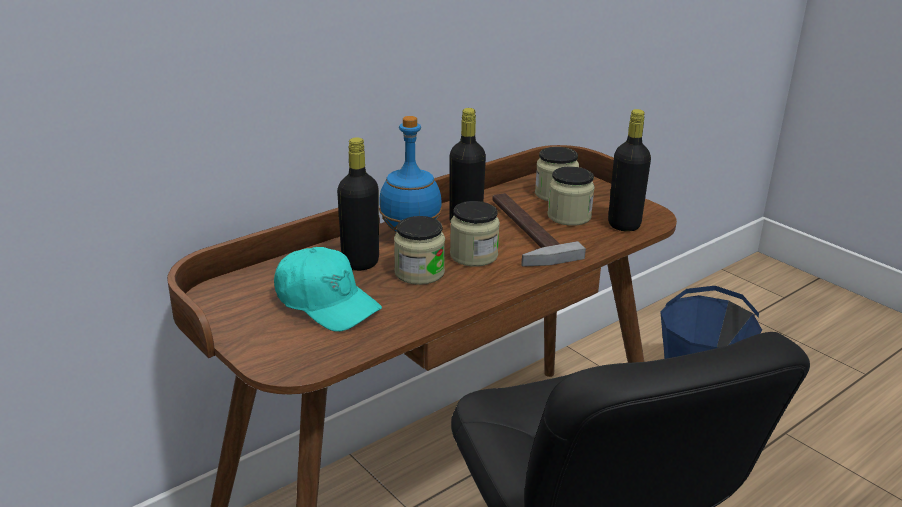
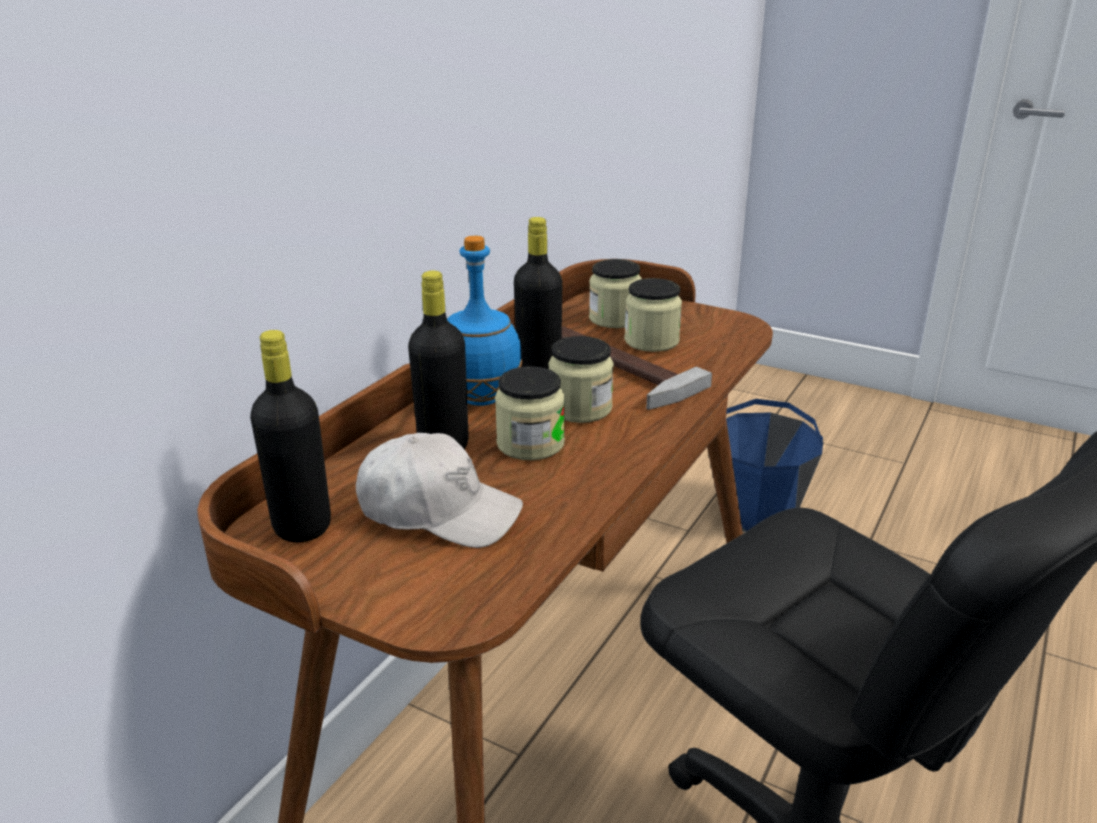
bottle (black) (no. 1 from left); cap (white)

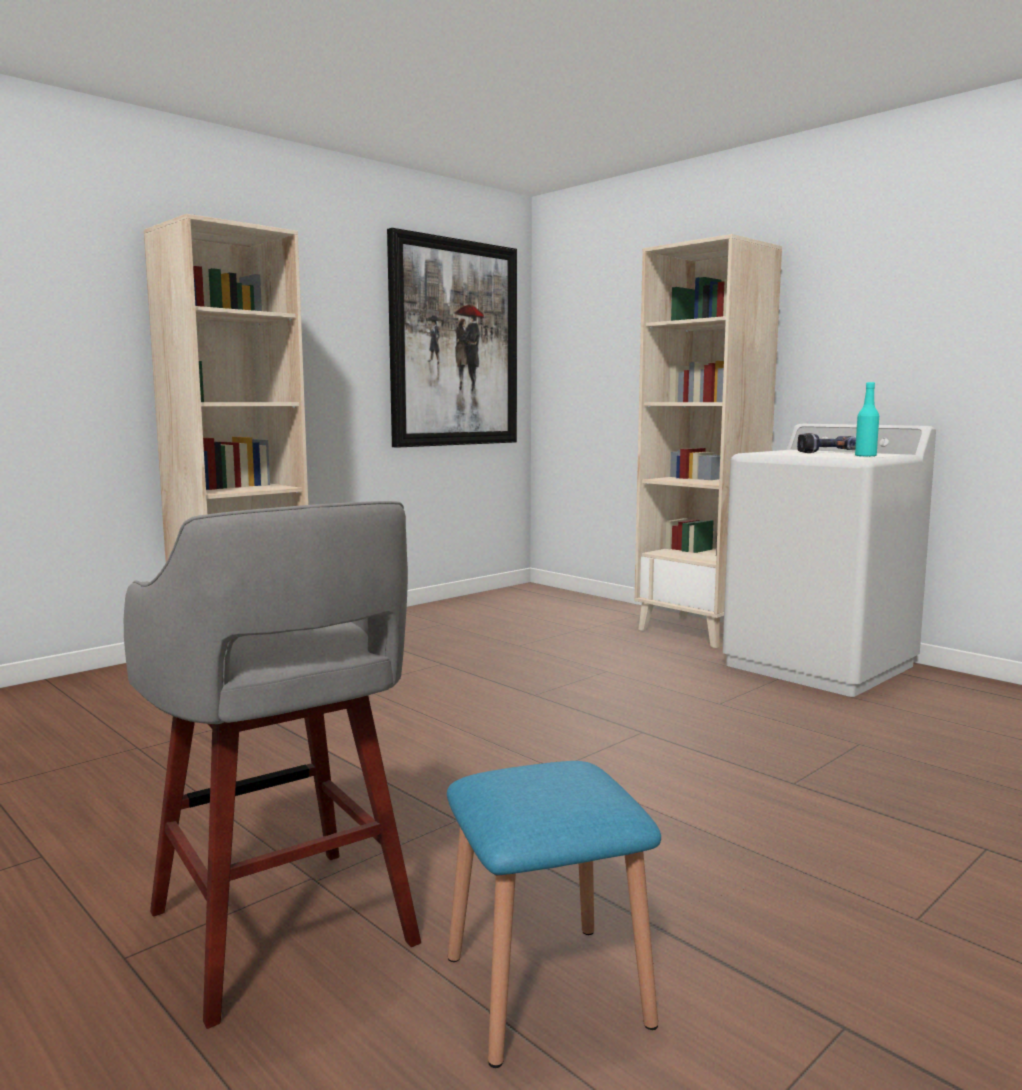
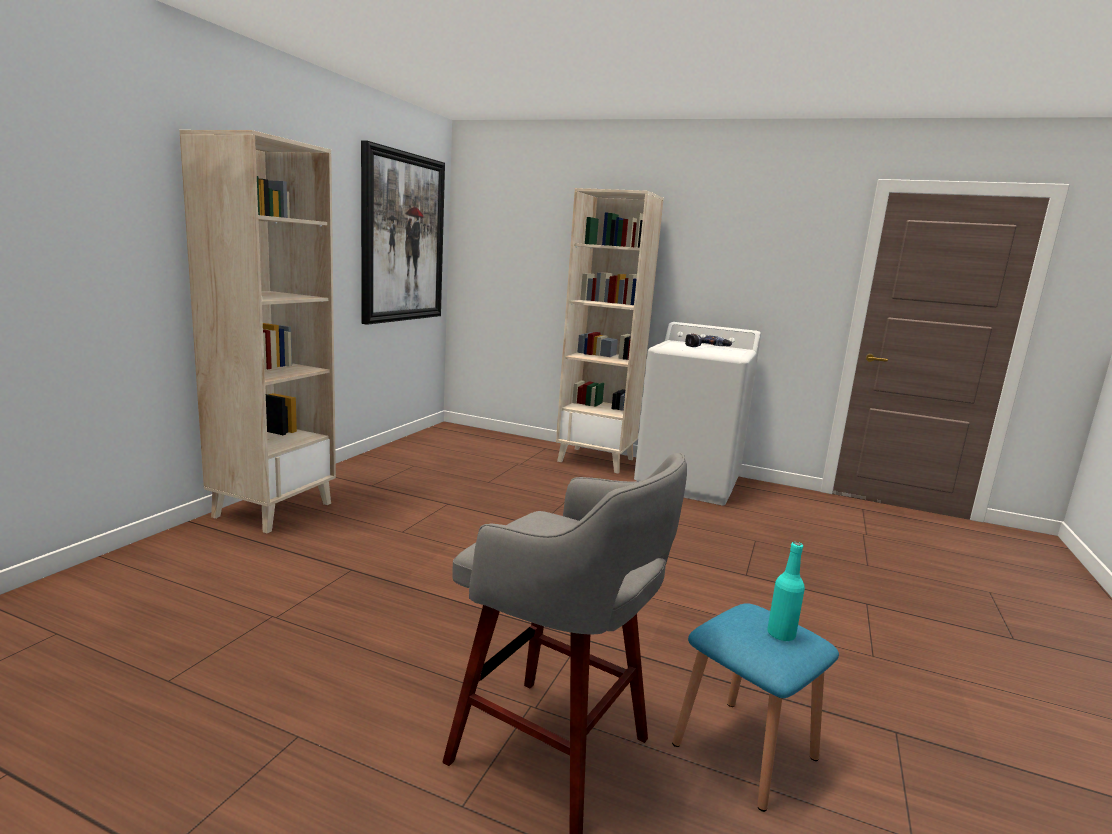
bottle (turquoise)

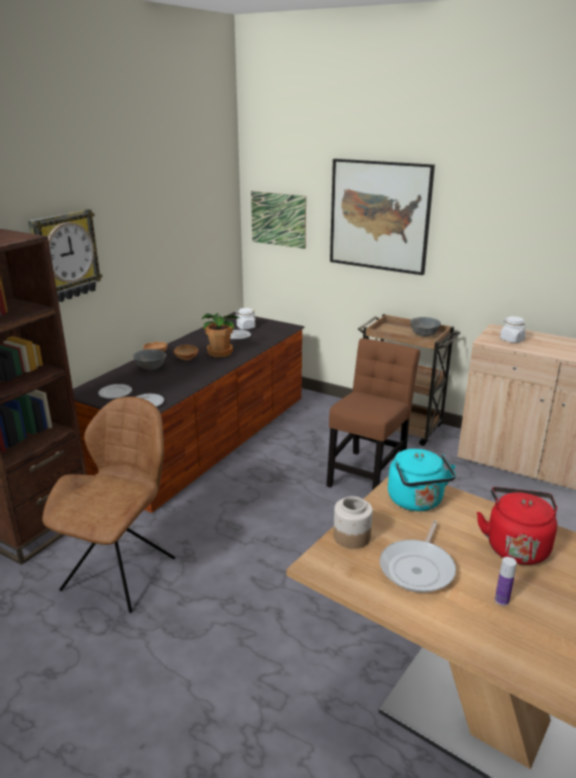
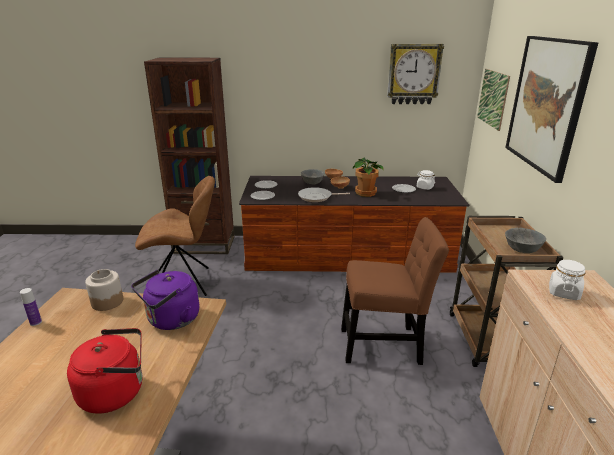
bottle; kettle (purple); frying pan; wall clock

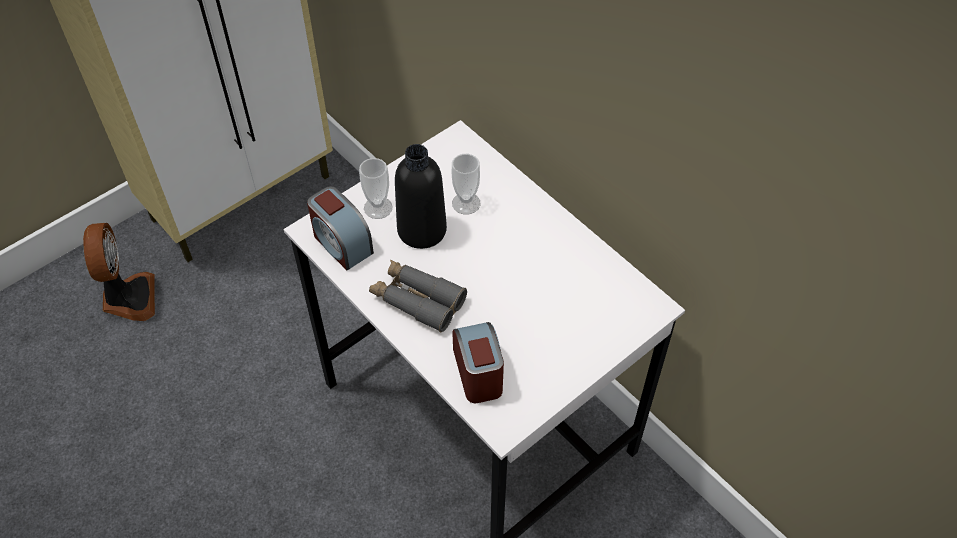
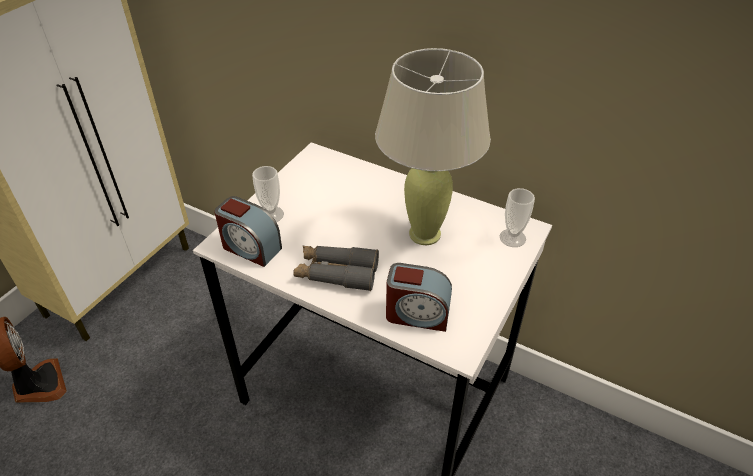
table lamp (beige); alarm clock (no. 2 from left); cup (no. 2 from left); bottle (black)

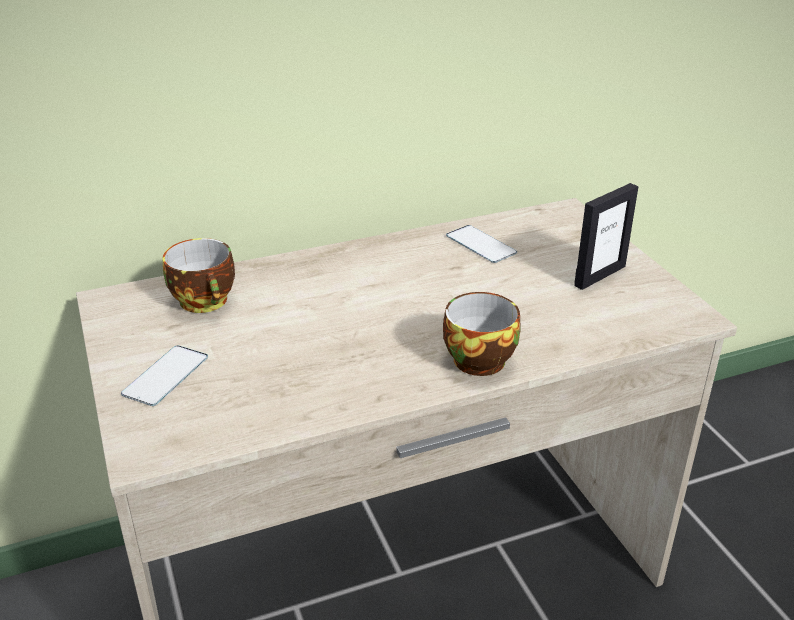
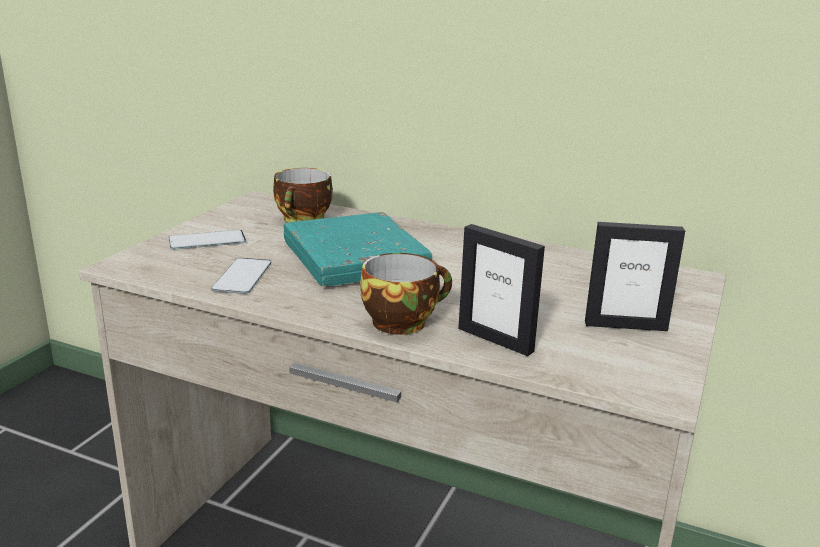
phone (no. 2 from left); book (turquoise); picture frame (no. 1 from left)

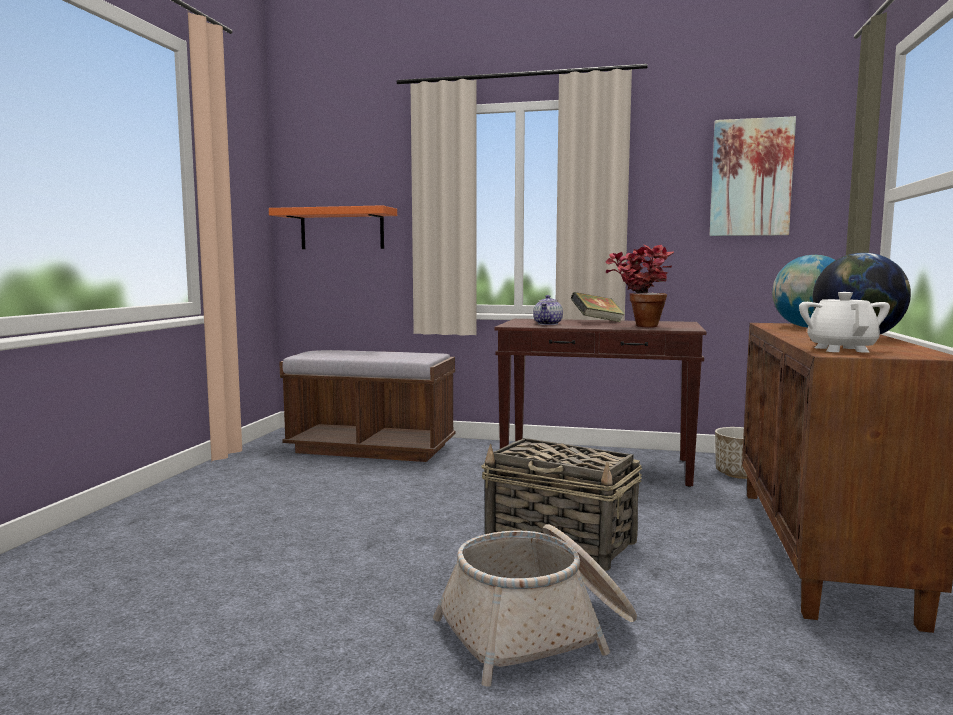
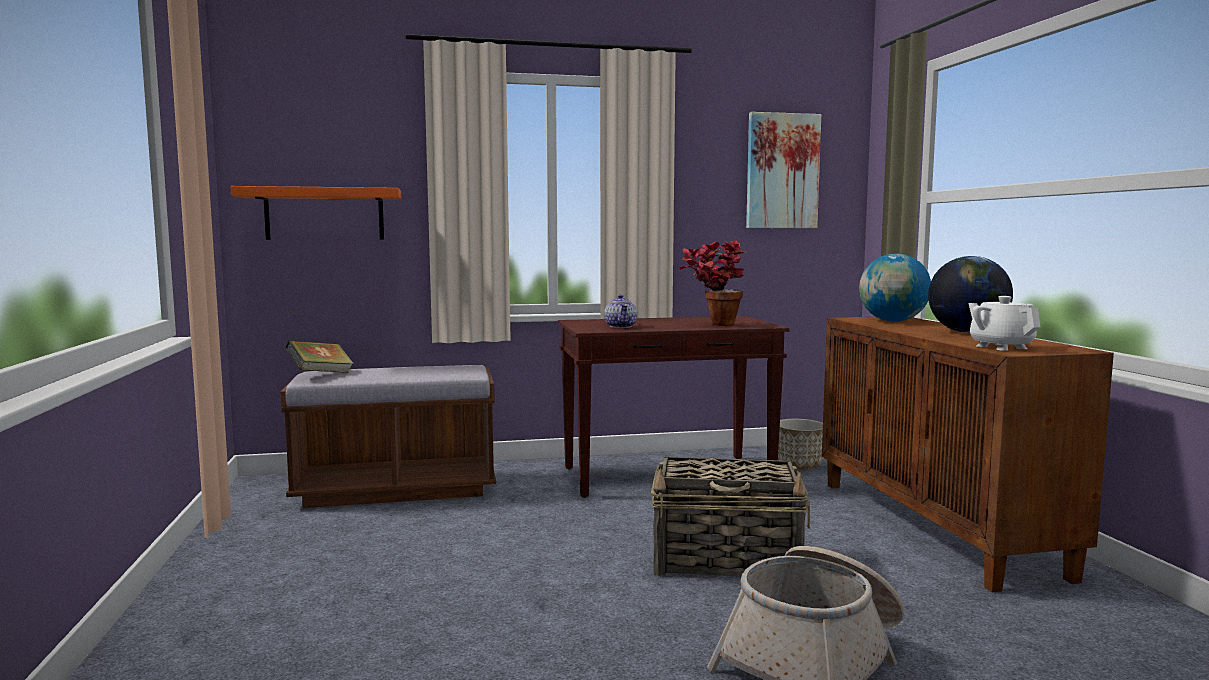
book

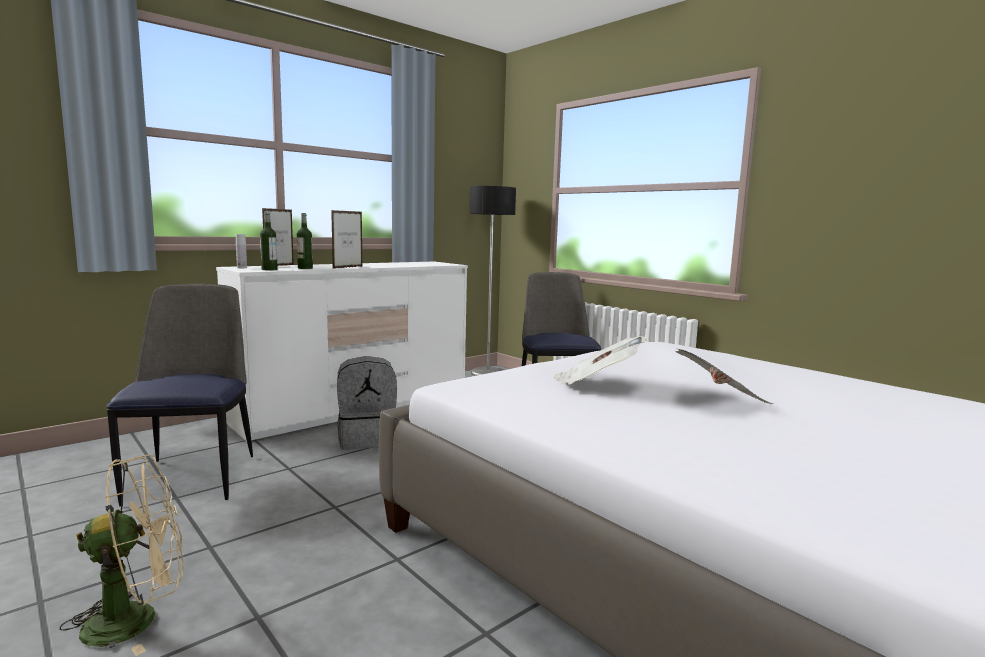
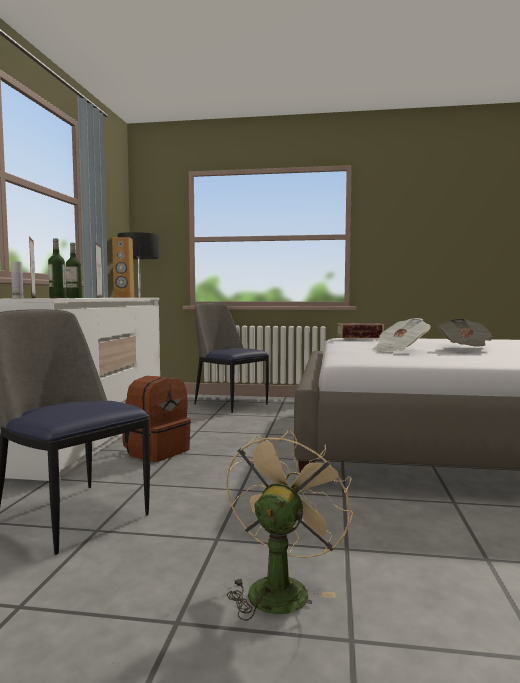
speaker (brown); backpack (brown); book

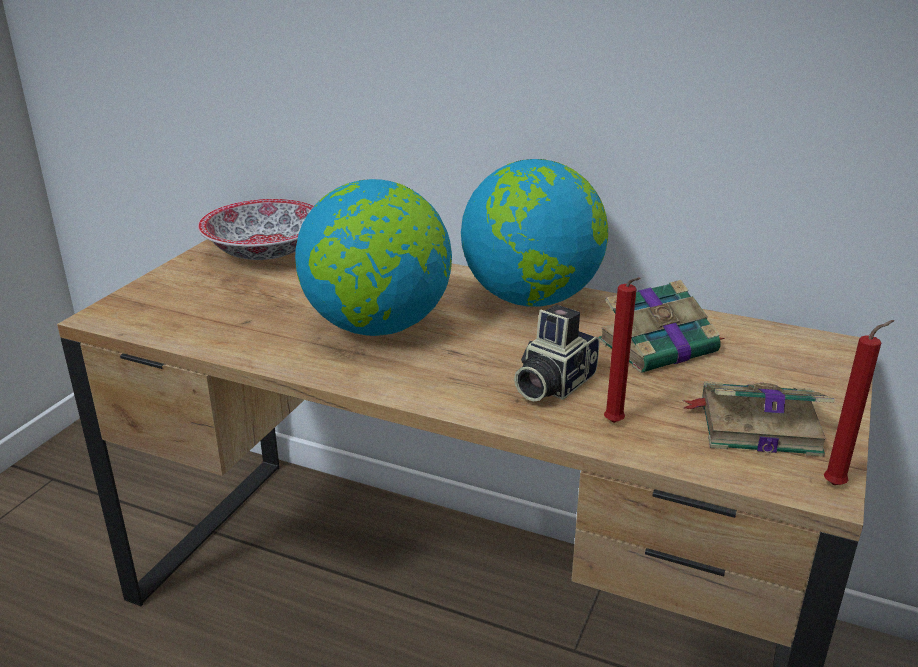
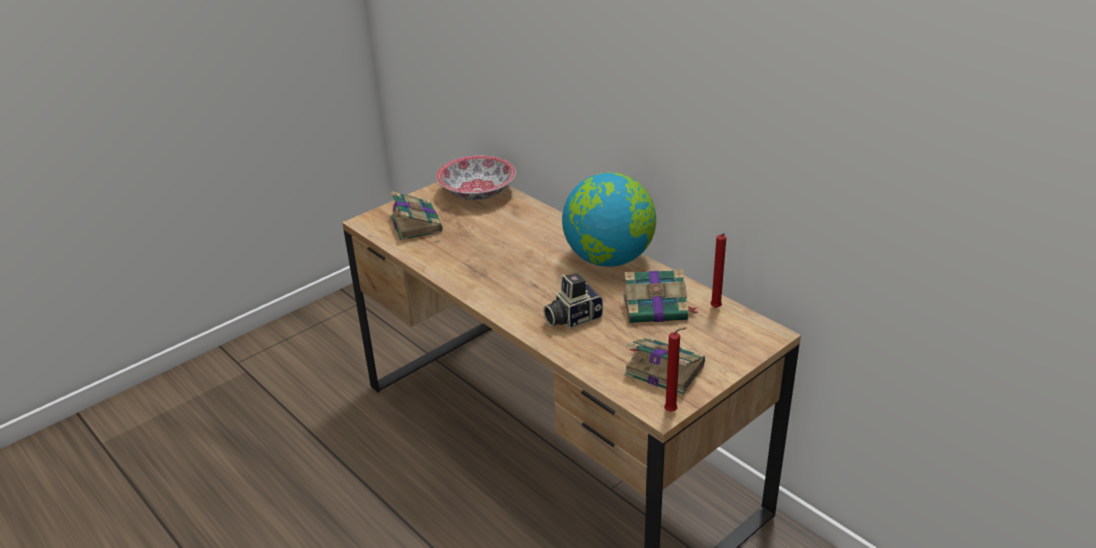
book (no. 1 from left); candle (red) (no. 2 from left); globe (no. 1 from left in the first image)

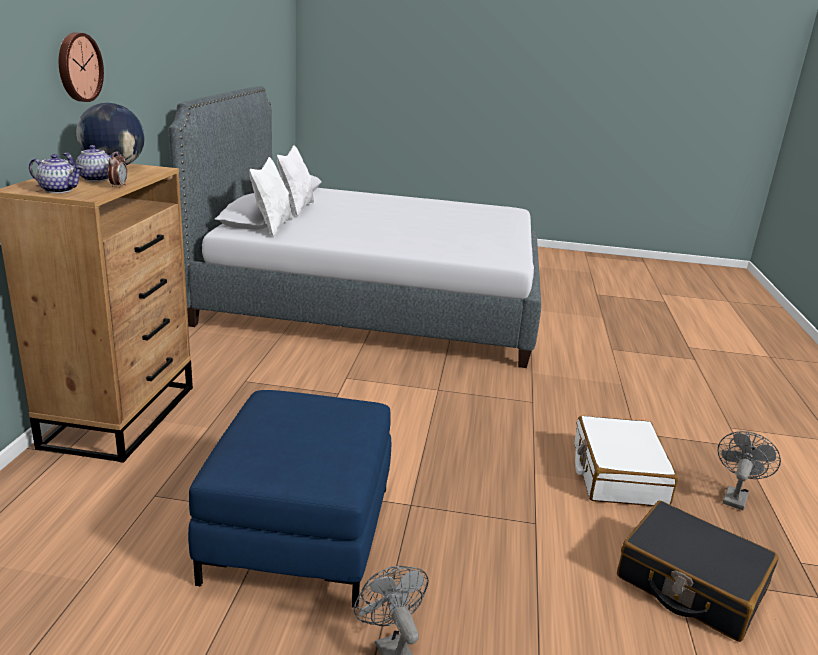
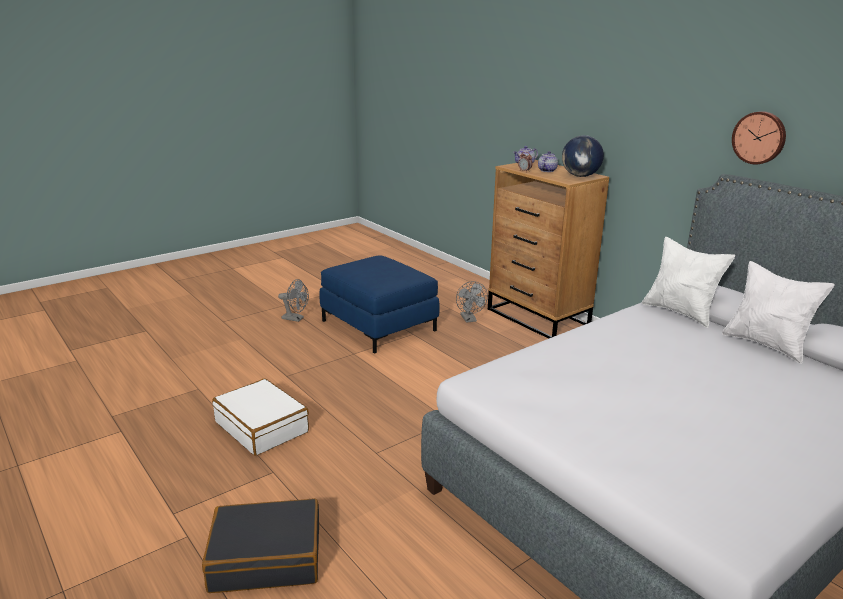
suitcase (black); fan (grey) (no. 2 from left); wall clock

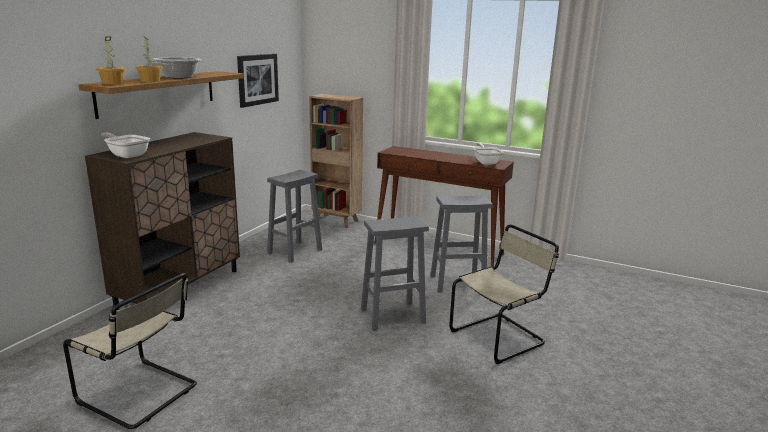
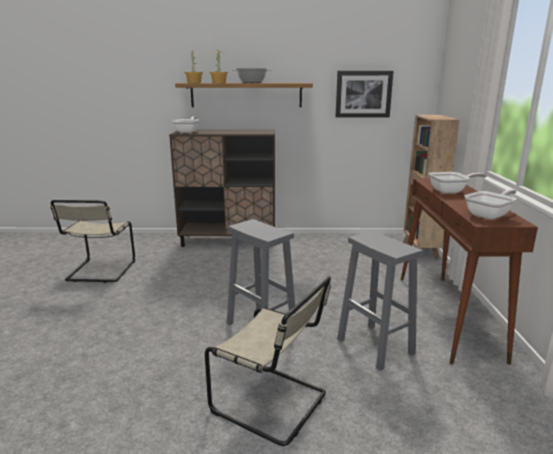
frying pan (no. 2 from left); stool (grey) (no. 1 from left in the first image)

